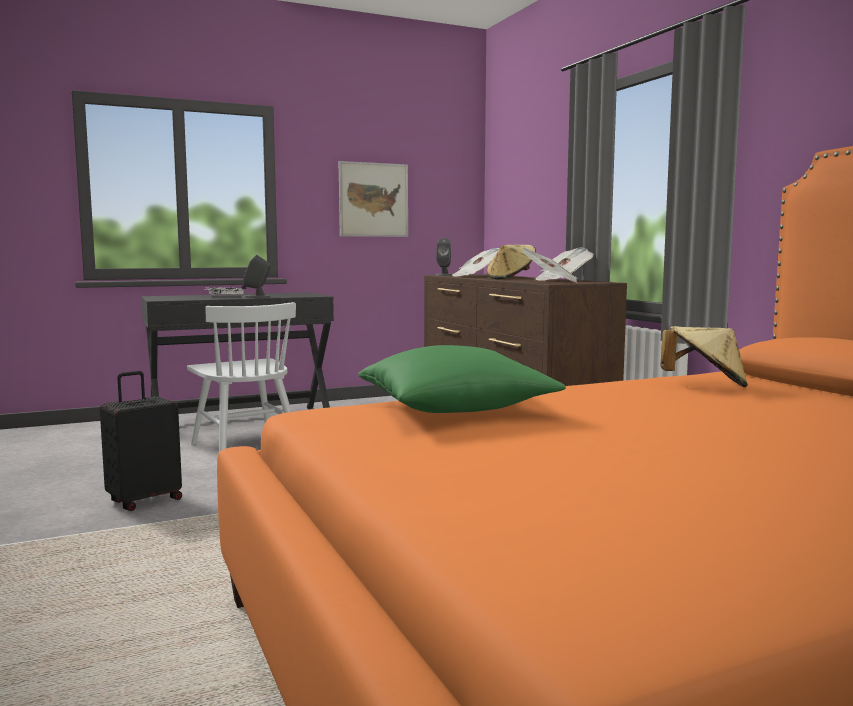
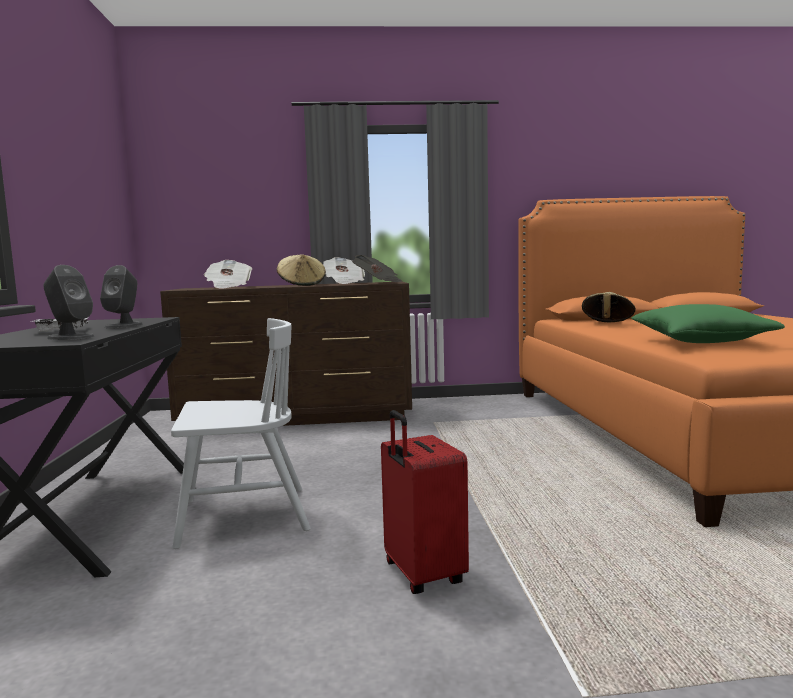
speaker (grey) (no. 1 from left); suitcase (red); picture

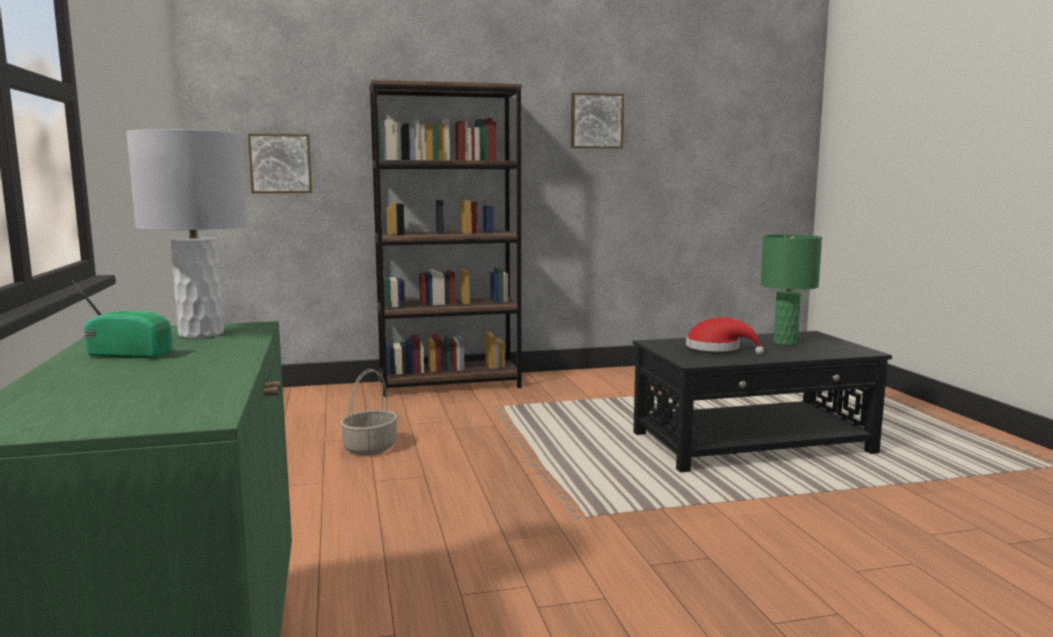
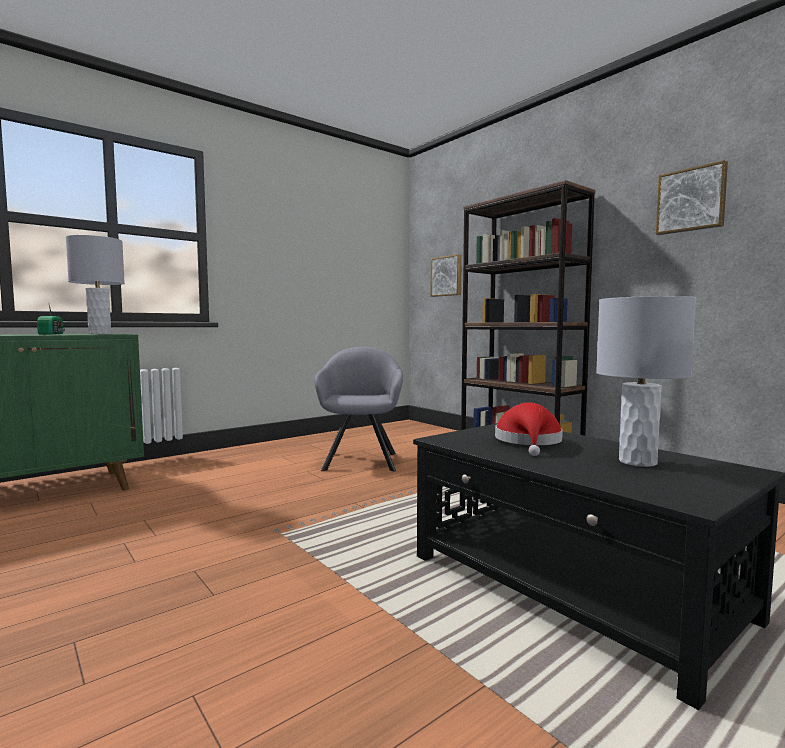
armchair (grey); table lamp (grey) (no. 2 from left)

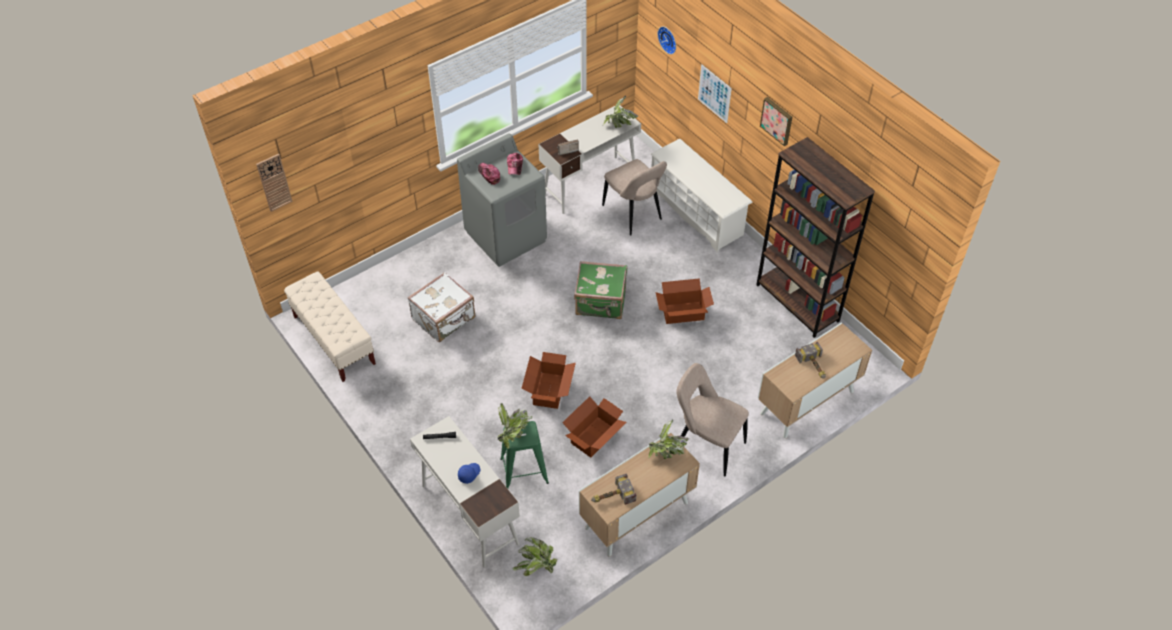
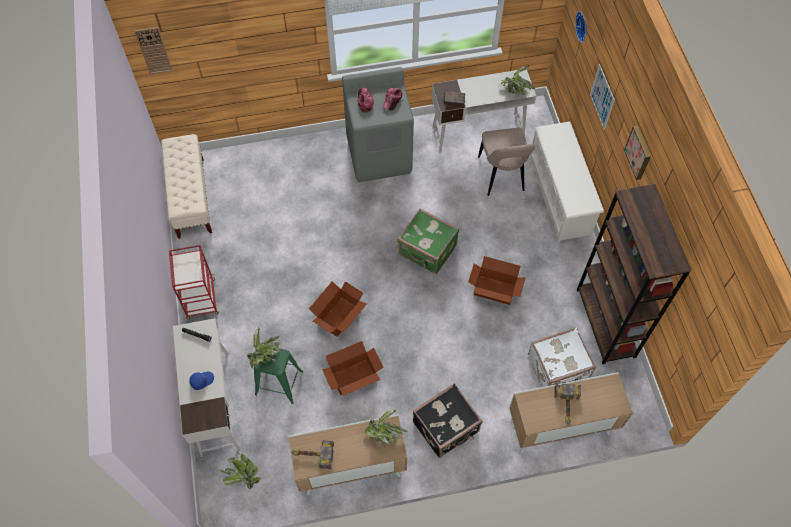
cart (red); suitcase (black); suitcase (white)

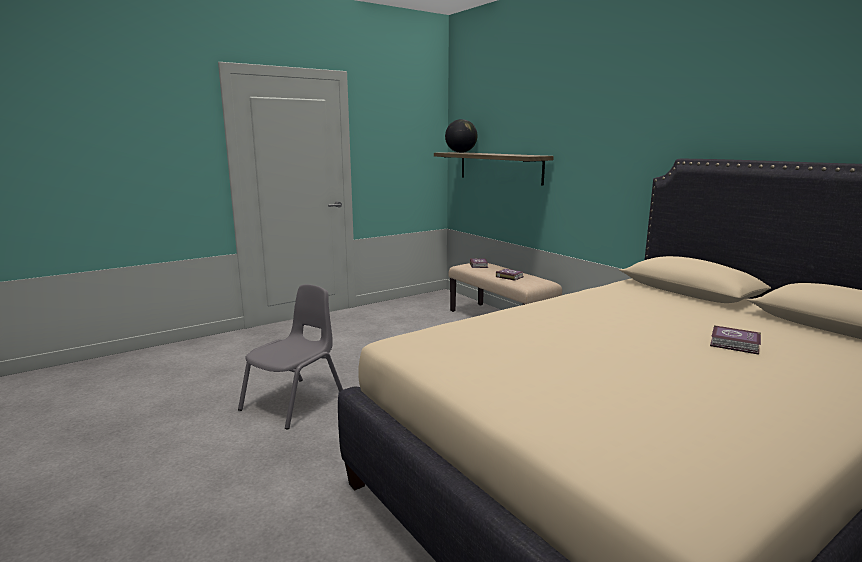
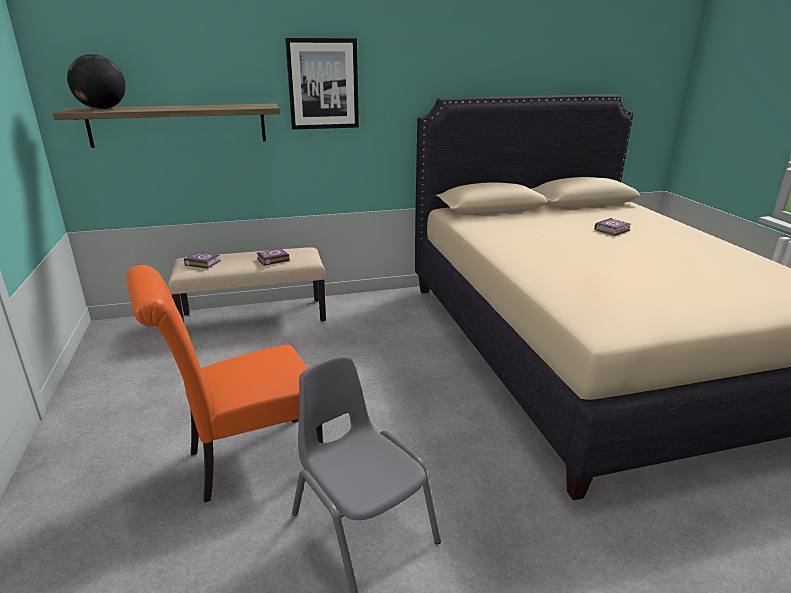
chair (orange); picture

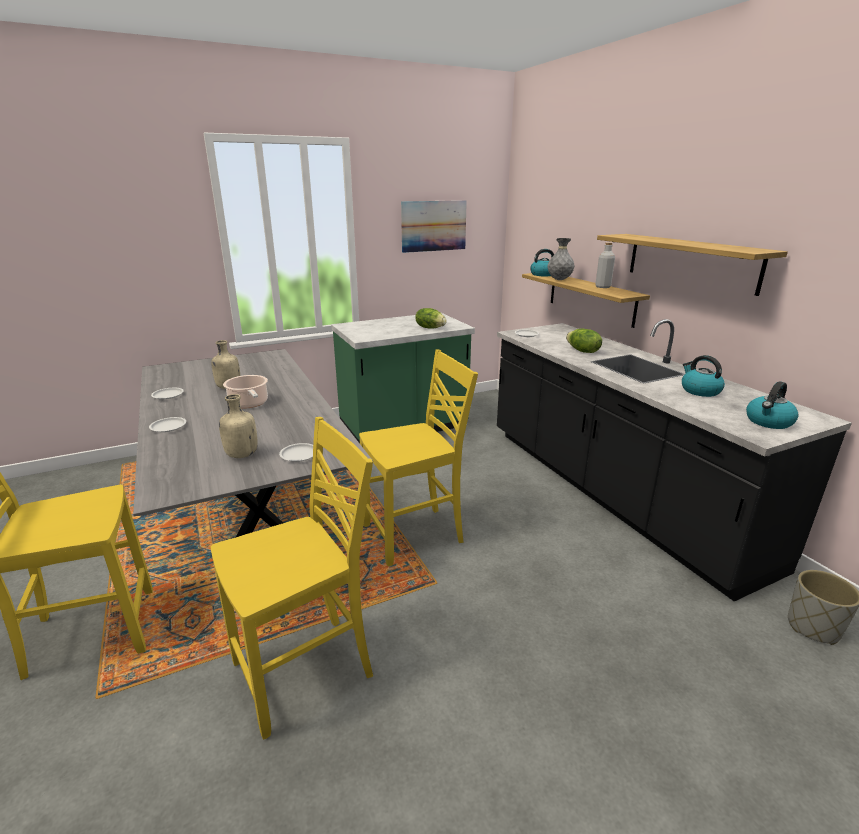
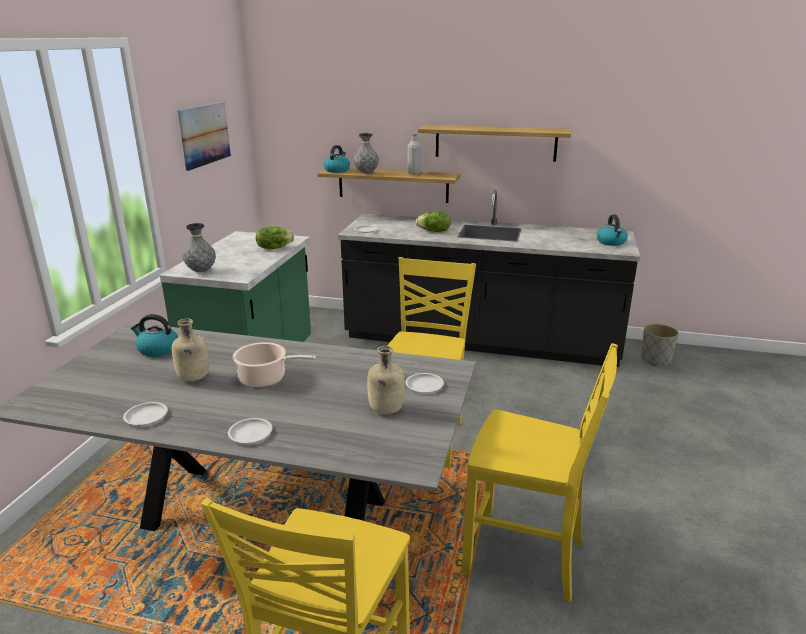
kettle (no. 1 from left); vase (grey) (no. 1 from left); chair (yellow) (no. 3 from left)

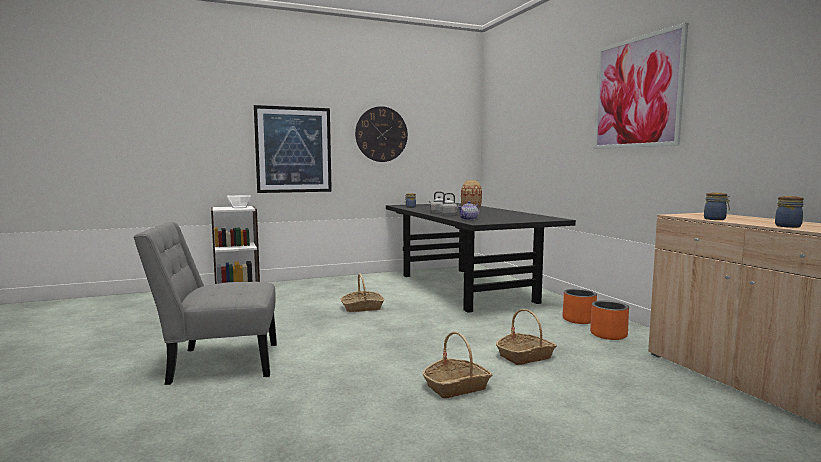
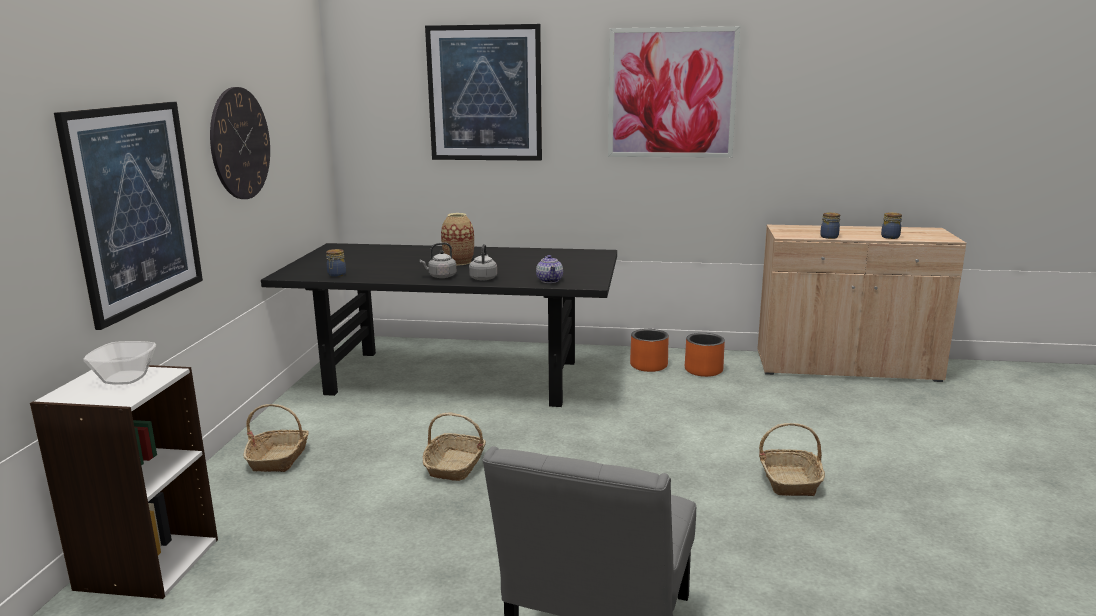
basket (no. 1 from left); picture (no. 2 from left)

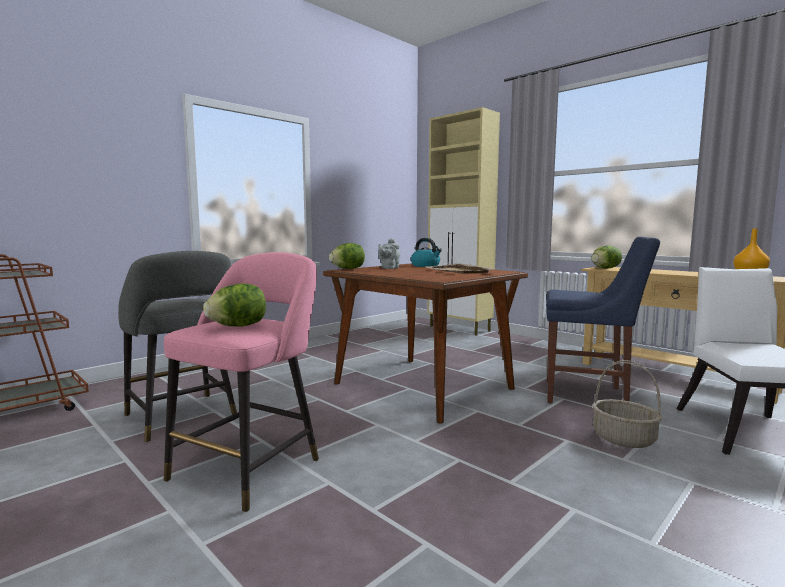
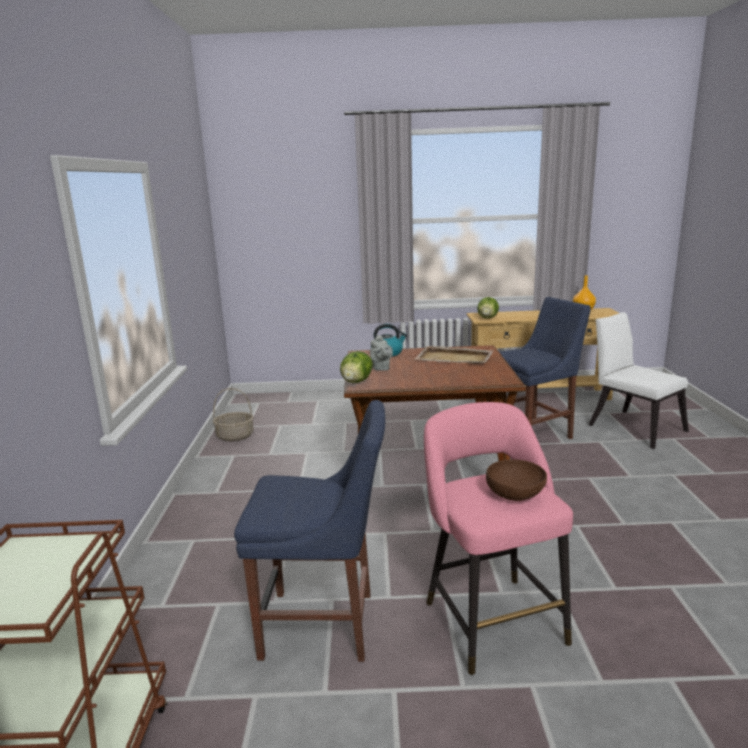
basket; chair (blue) (no. 1 from left); bowl (brown); cabinet (beige)

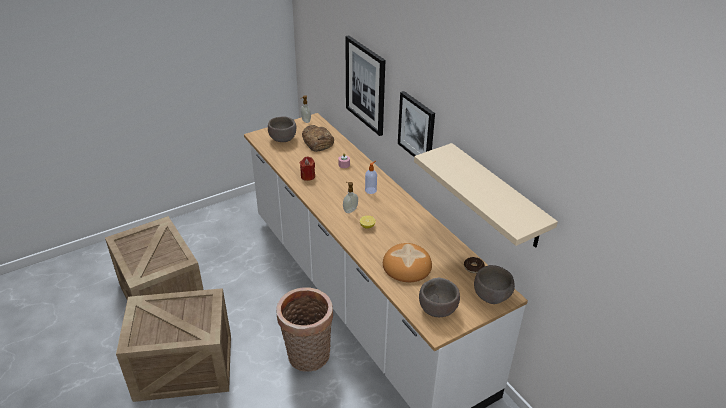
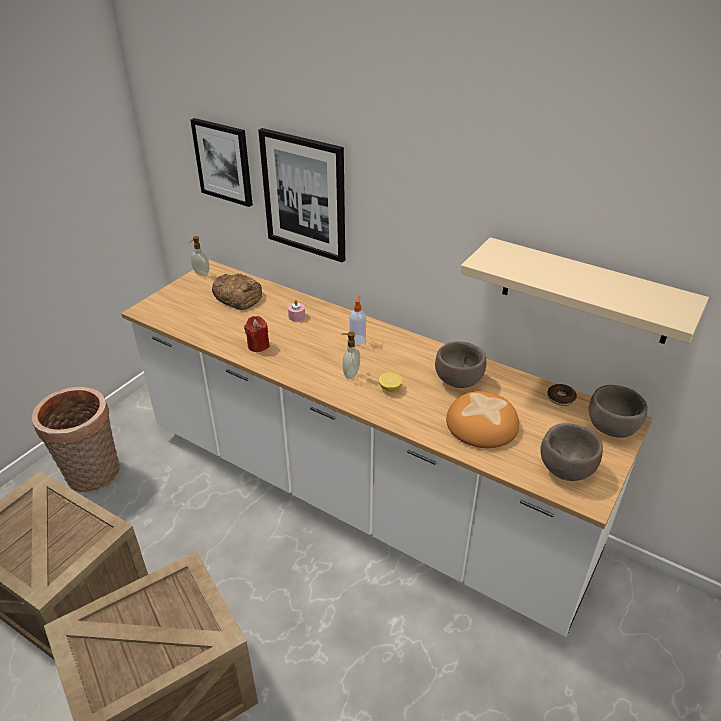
basket; picture (no. 1 from left); bowl (brown) (no. 1 from left)

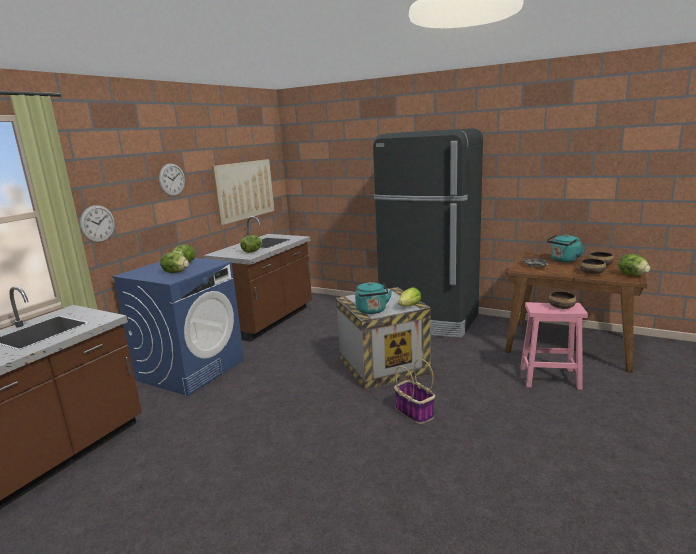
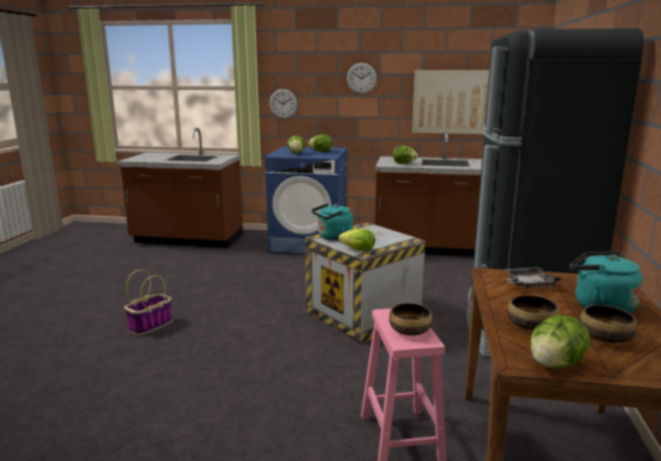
basket

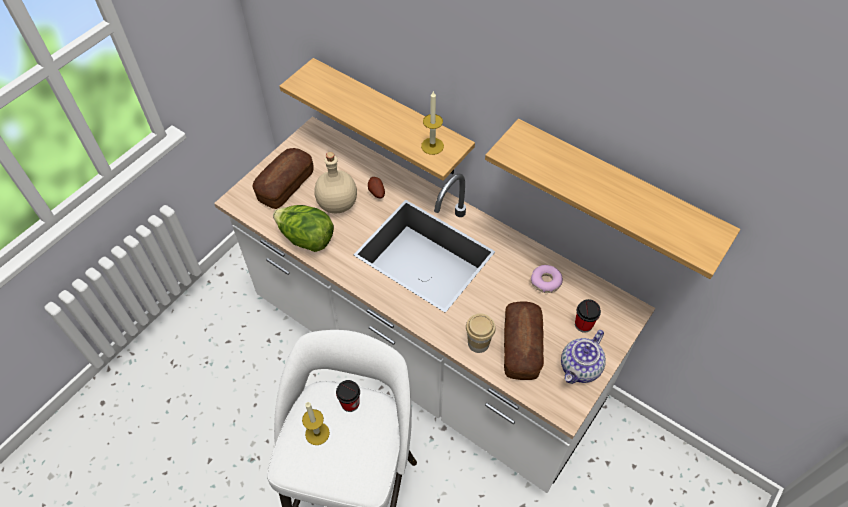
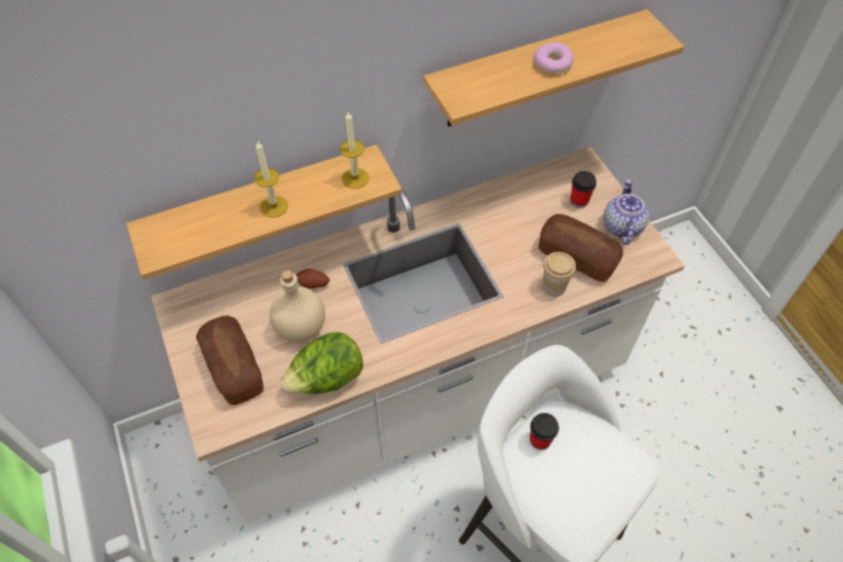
candle (no. 1 from left); donut; teapot

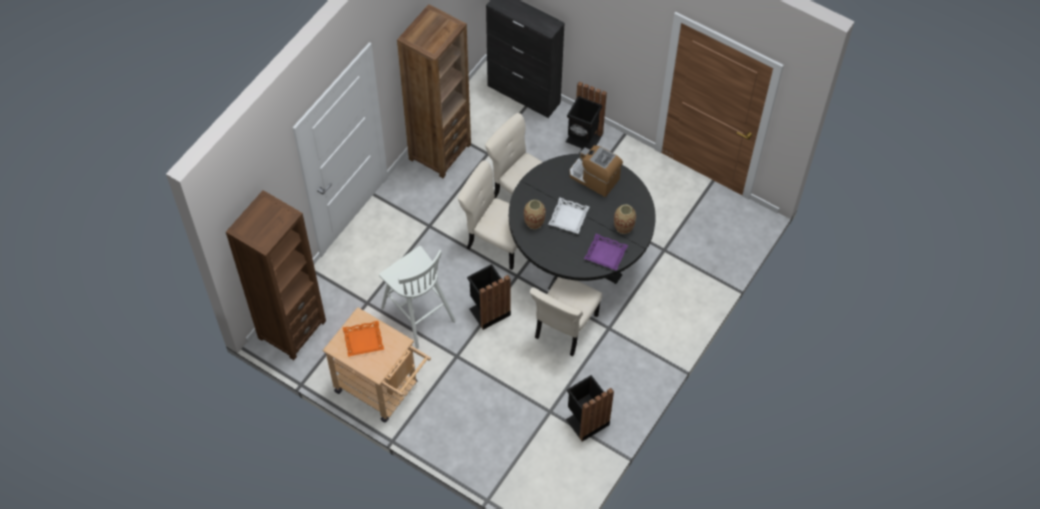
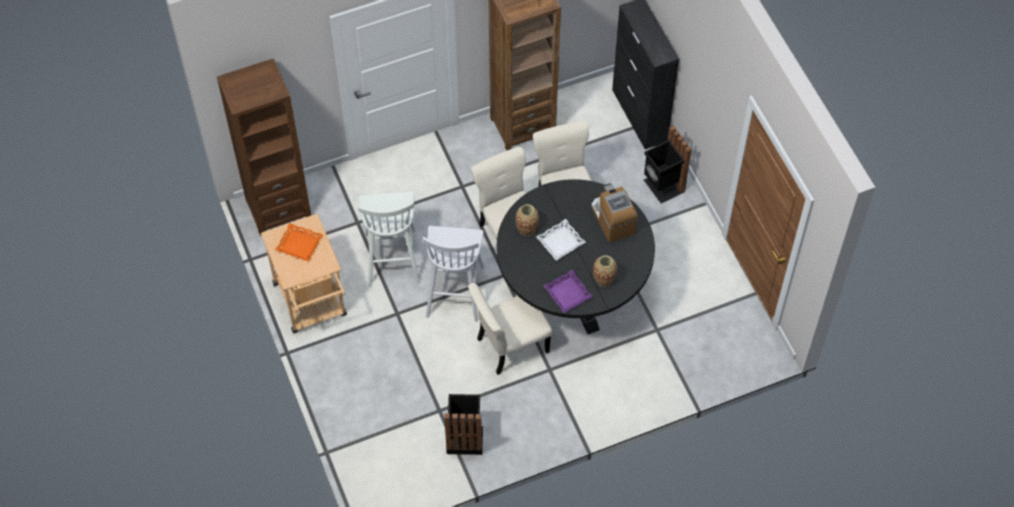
stool (white) (no. 2 from left)

